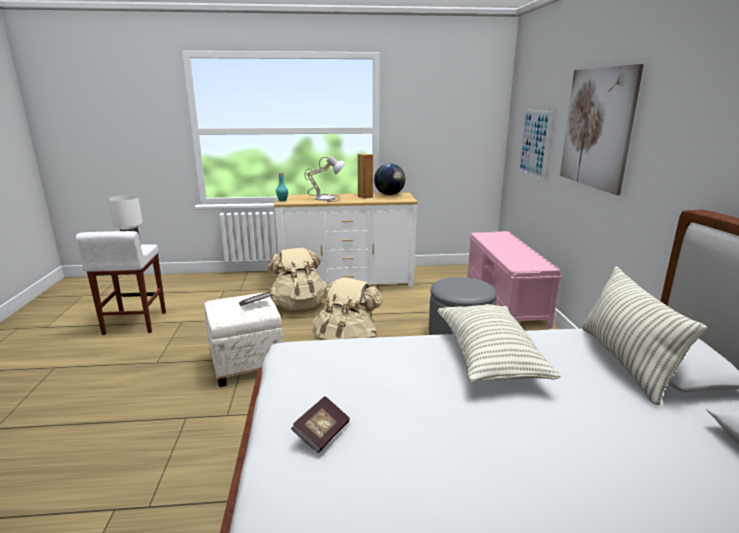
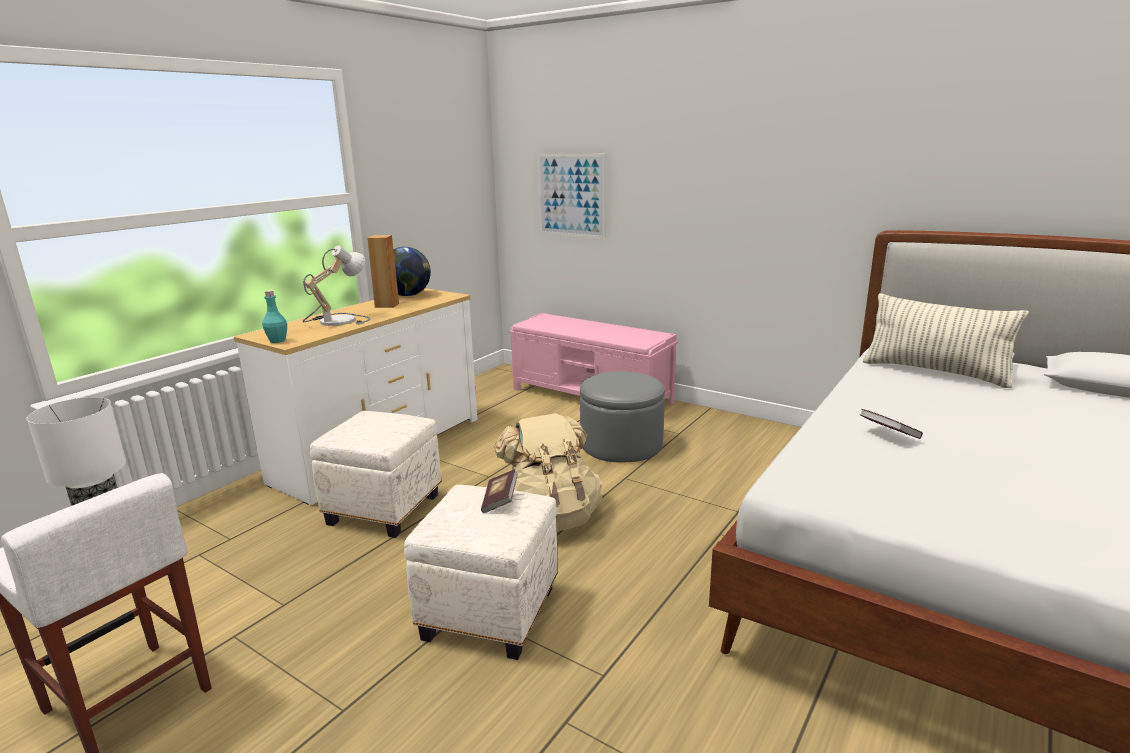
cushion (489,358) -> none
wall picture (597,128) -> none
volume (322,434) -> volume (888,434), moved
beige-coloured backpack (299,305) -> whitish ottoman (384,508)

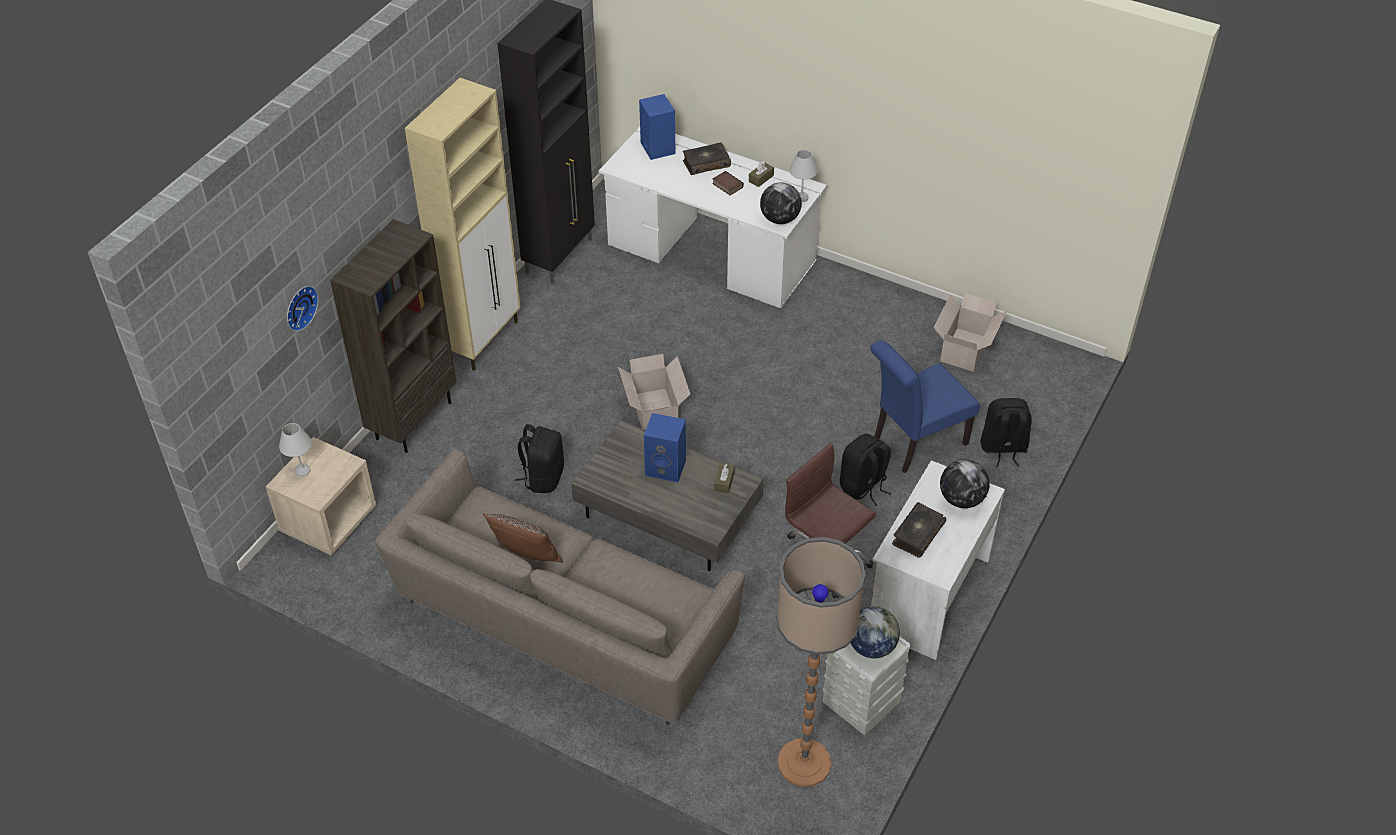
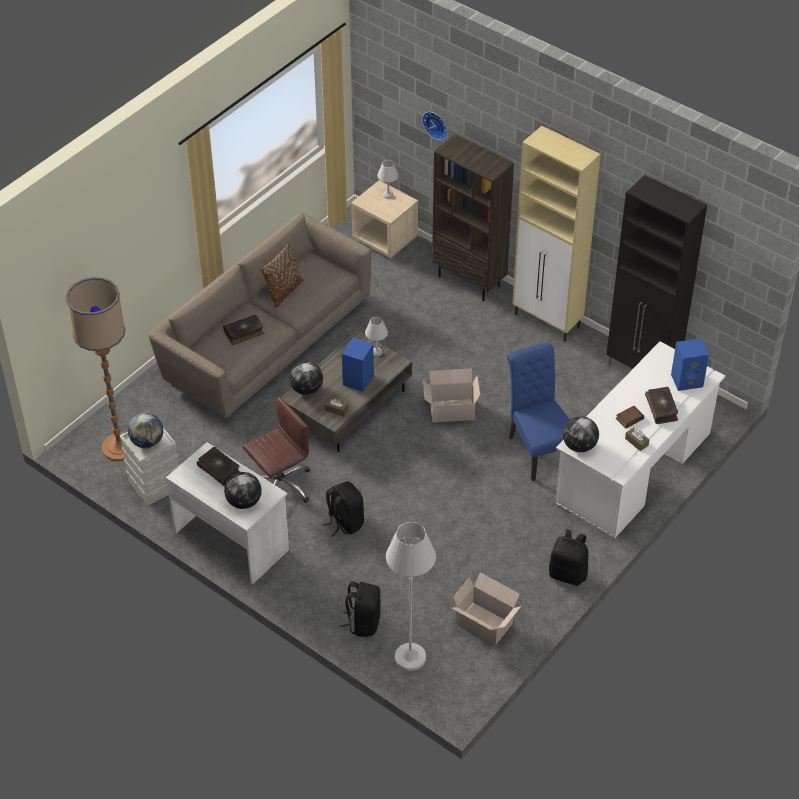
none -> volume (244,333)
none -> world globe (307,389)
none -> whitish standing lamp (410,657)
black-coloured backpack (543,477) -> black-coloured backpack (568,573), moved
whitish table lamp (801,197) -> whitish table lamp (377,352), moved
blue-coloured plain chair (914,443) -> blue-coloured plain chair (538,449), moved

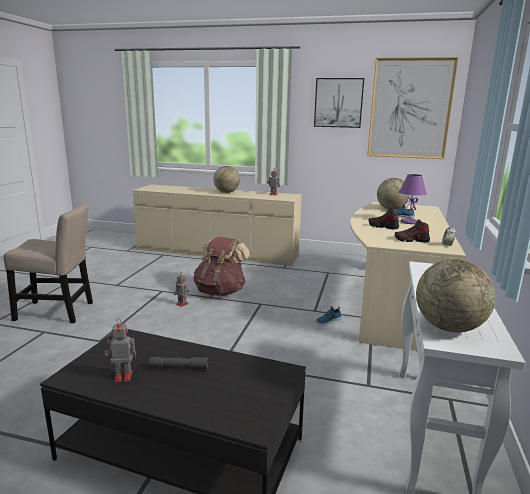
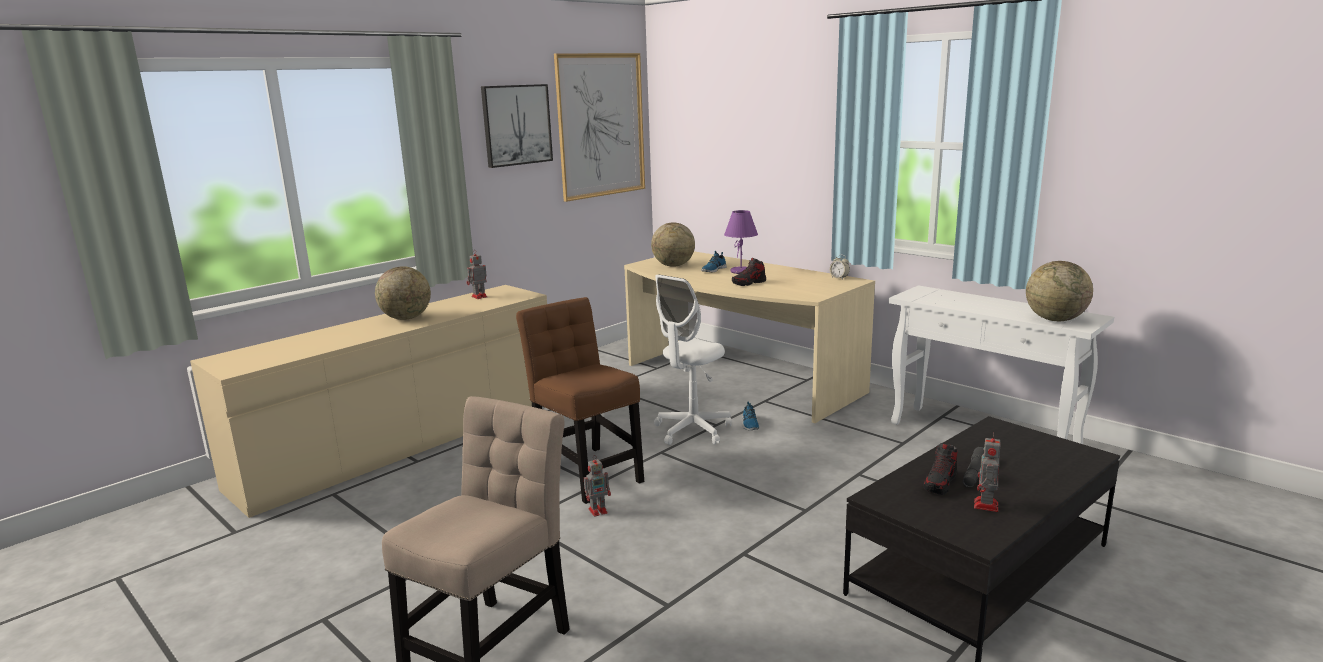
none -> whitish computer chair (692,430)
item of footwear (411,240) -> item of footwear (940,483), moved
brown backpack (220,292) -> brown plain chair (586,472)

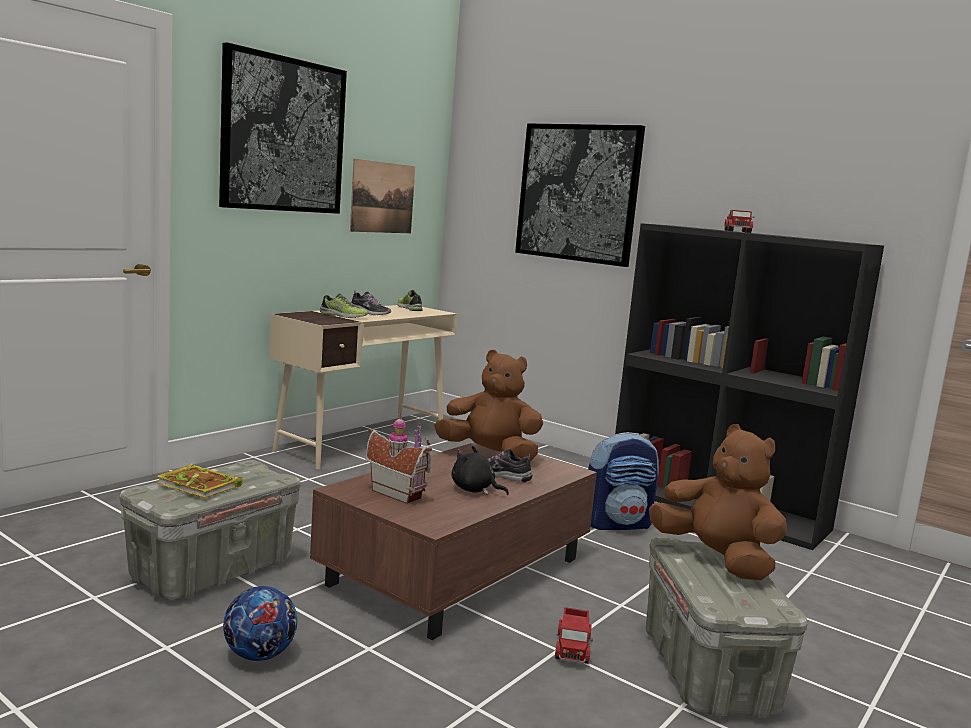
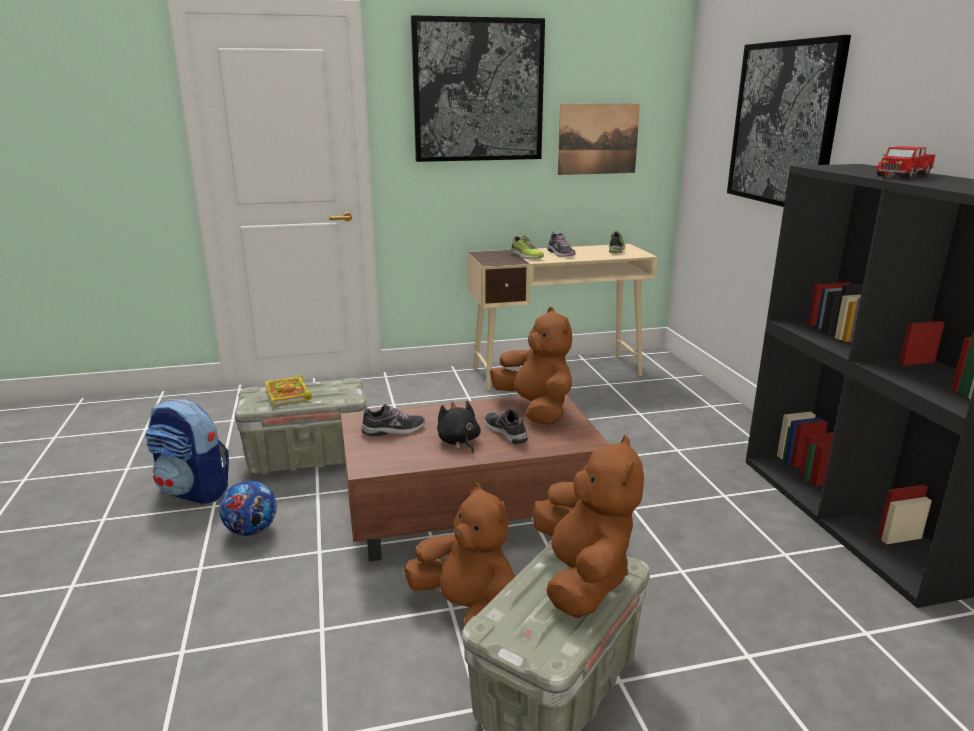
backpack (617,524) -> backpack (194,491), moved
toy house (398,493) -> item of footwear (394,430)
toy truck (573,646) -> brown soft toy (467,610)

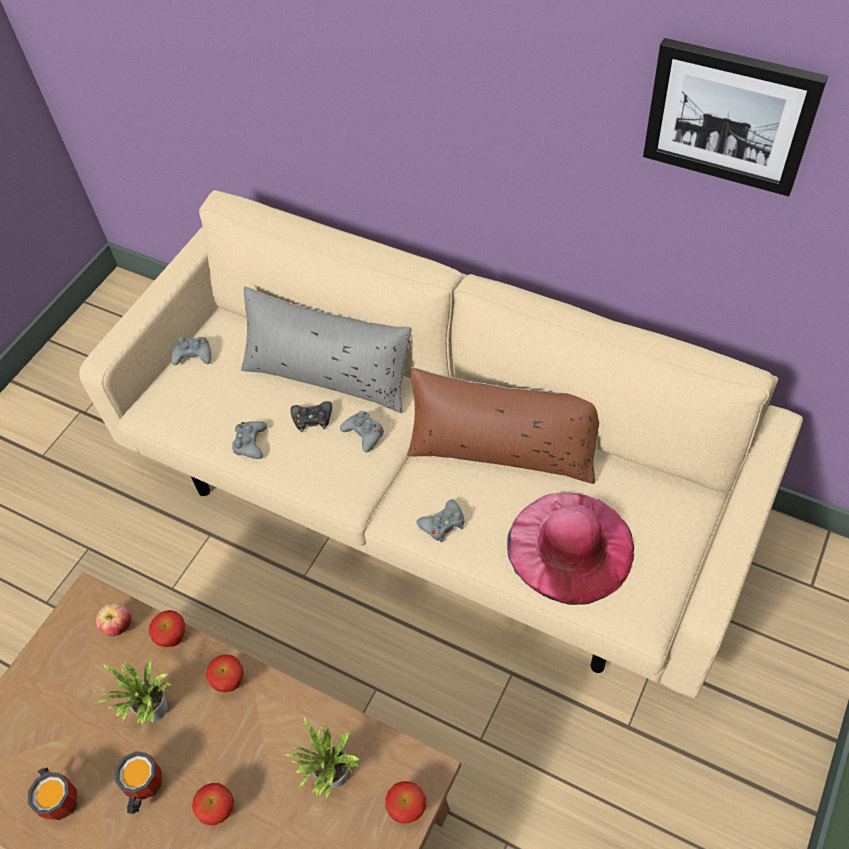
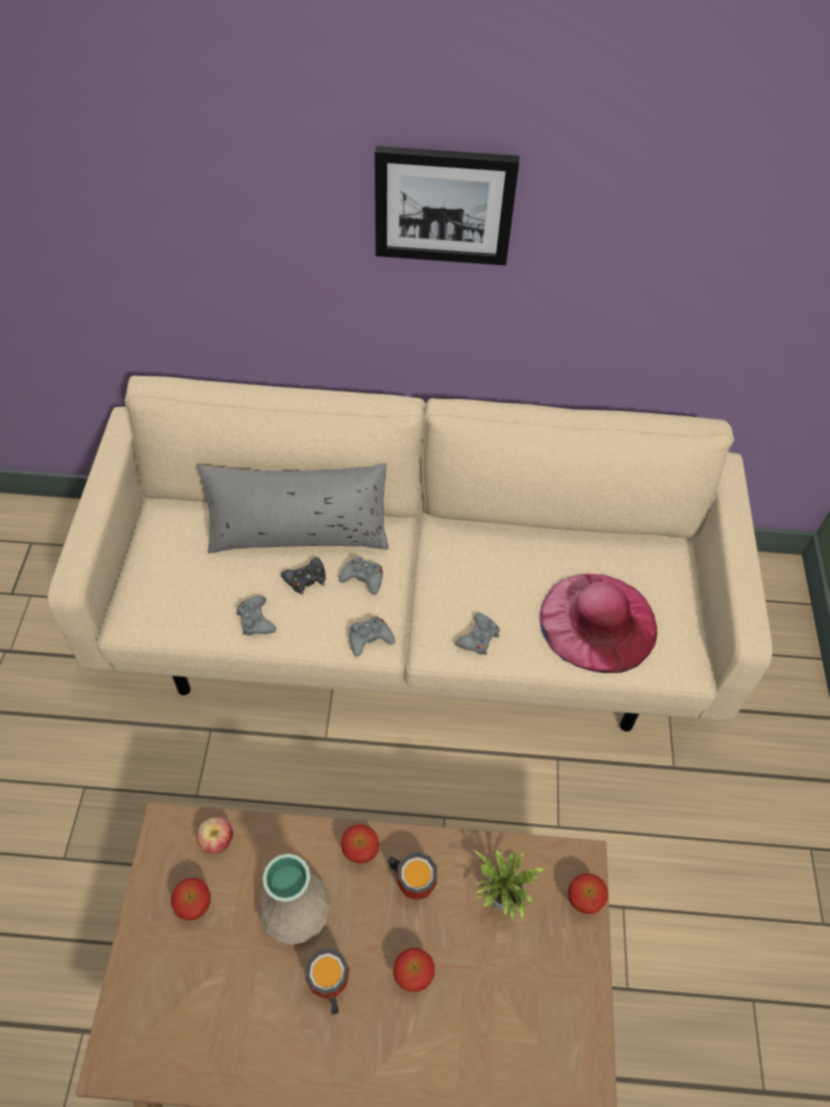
brown cushion (503,449) -> none
mug (64,798) -> mug (412,880), moved
whole apple (174,638) -> whole apple (195,906), moved
greyish gamepad (193,355) -> greyish gamepad (369,638), moved
wall picture (730,116) -> wall picture (444,205), moved
plant in a pot (153,712) -> beige-coloured vase (297,910)

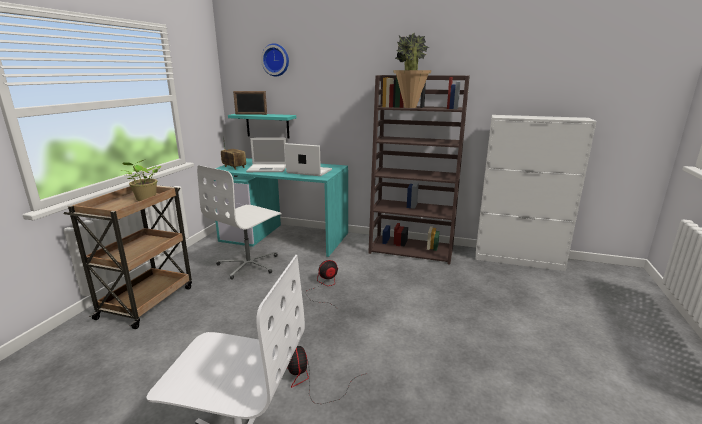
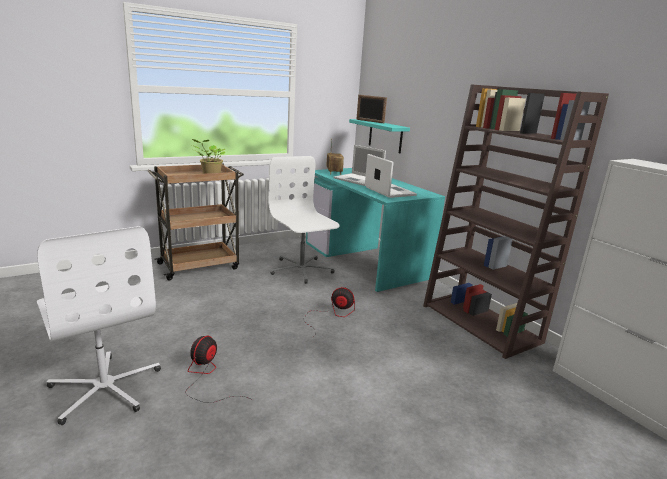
wall clock (276,60) -> none
plant in a pot (410,107) -> none
whitish computer chair (249,264) -> whitish computer chair (301,270), 75 degrees clockwise

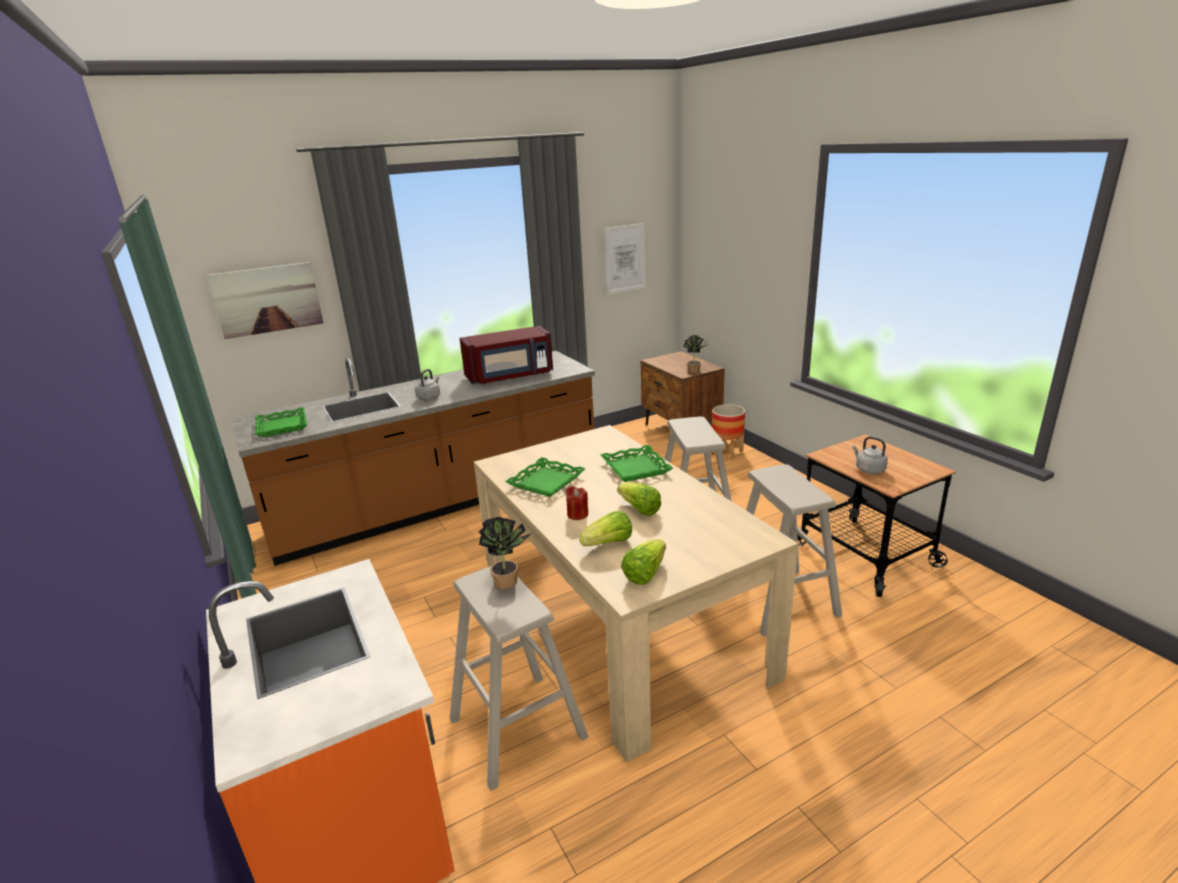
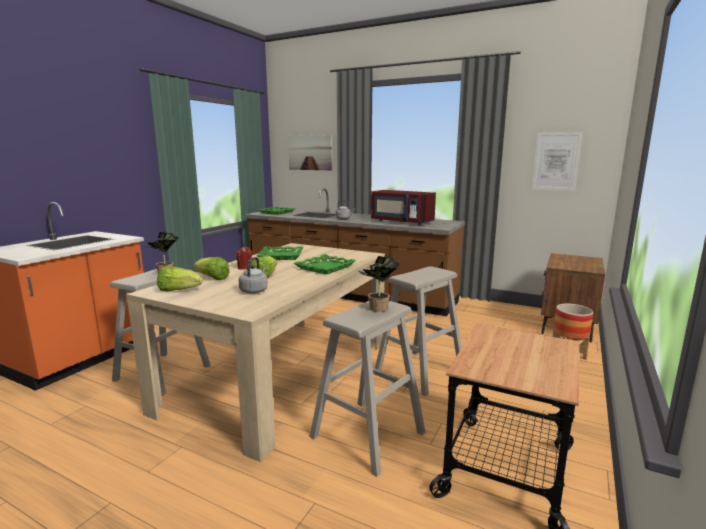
plant in a pot (695,371) -> plant in a pot (378,309), moved
greyish water kettle (868,469) -> greyish water kettle (254,290), moved

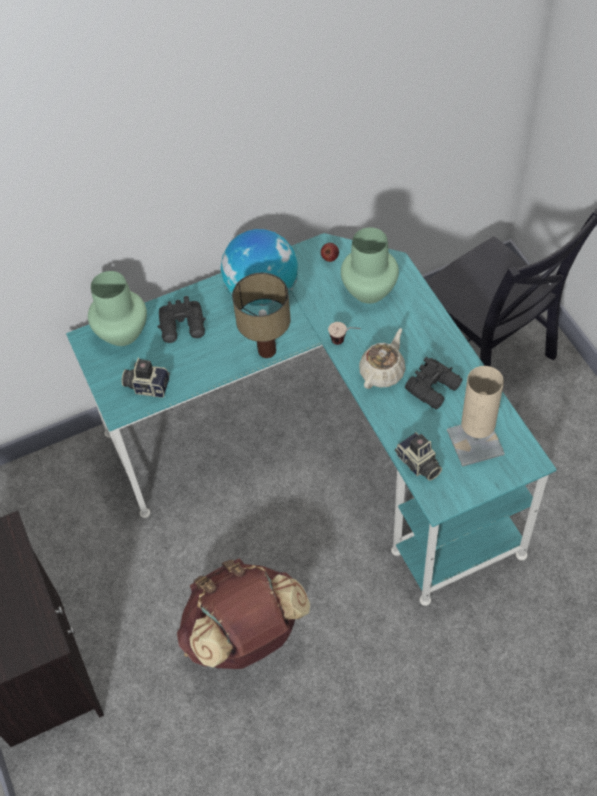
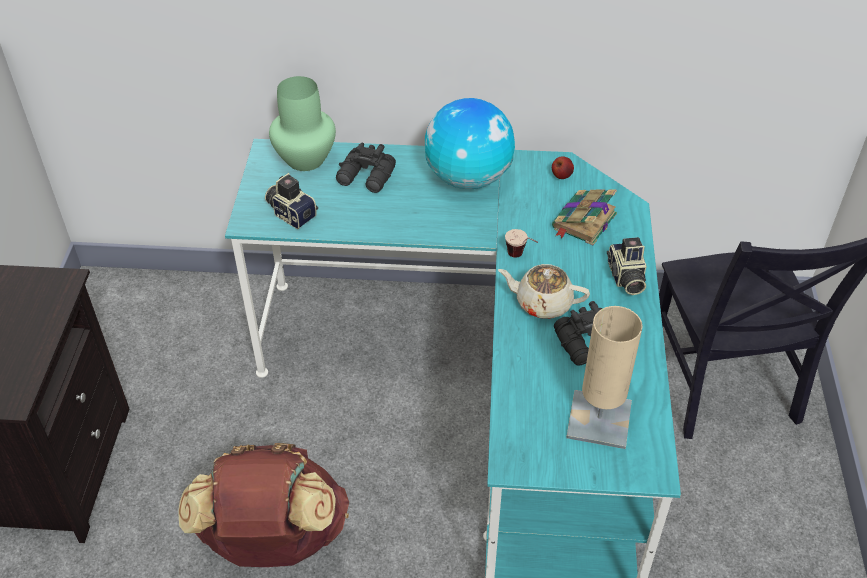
table lamp (268,350) -> none
still camera (418,464) -> still camera (625,278), moved
green-coloured vase (370,291) -> volume (583,222)
beige-coloured pot for tea (383,372) -> beige-coloured pot for tea (542,303), 135 degrees counterclockwise

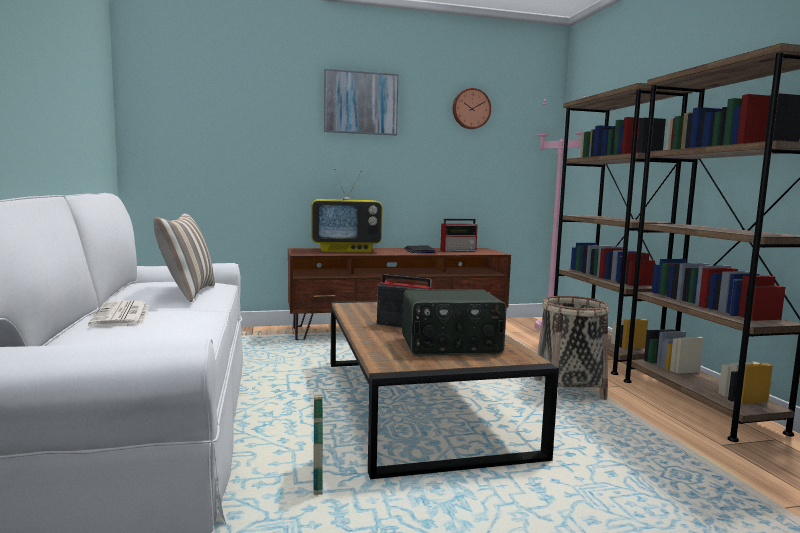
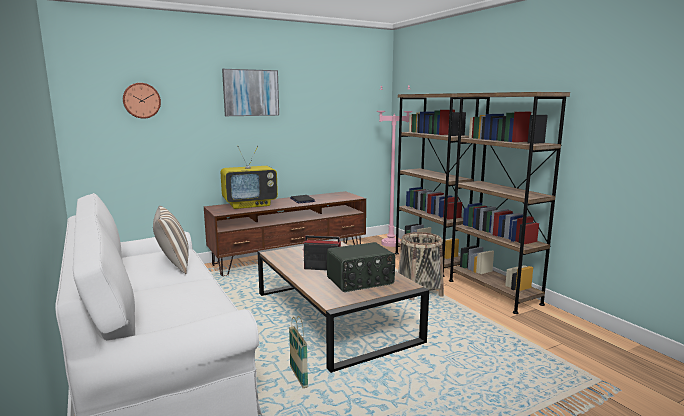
printed paper (122,316) -> none
radio (459,250) -> none
wall clock (471,109) -> wall clock (141,100), moved

